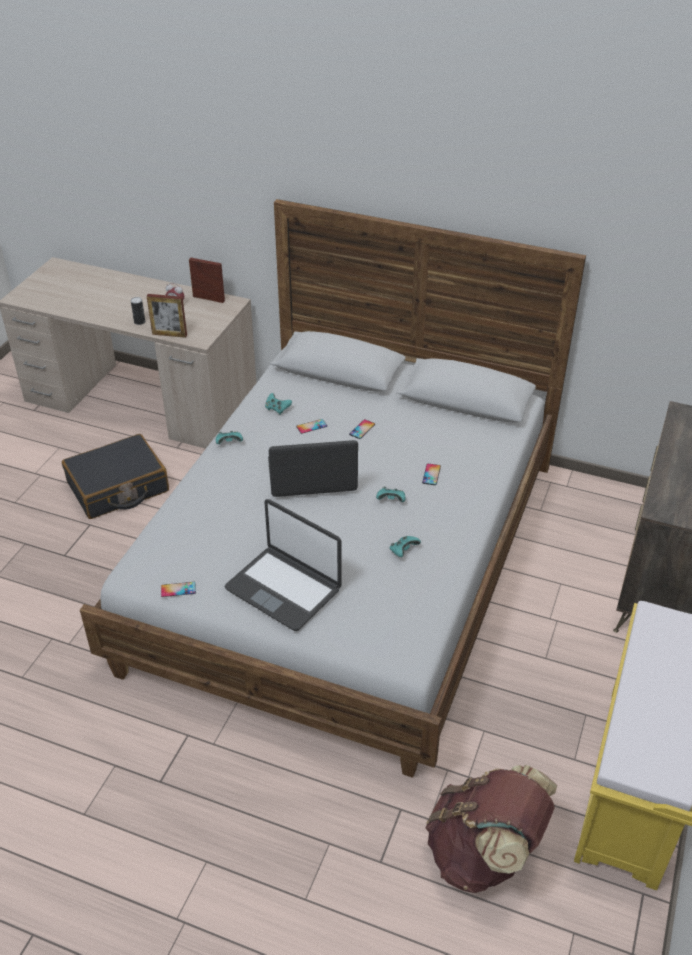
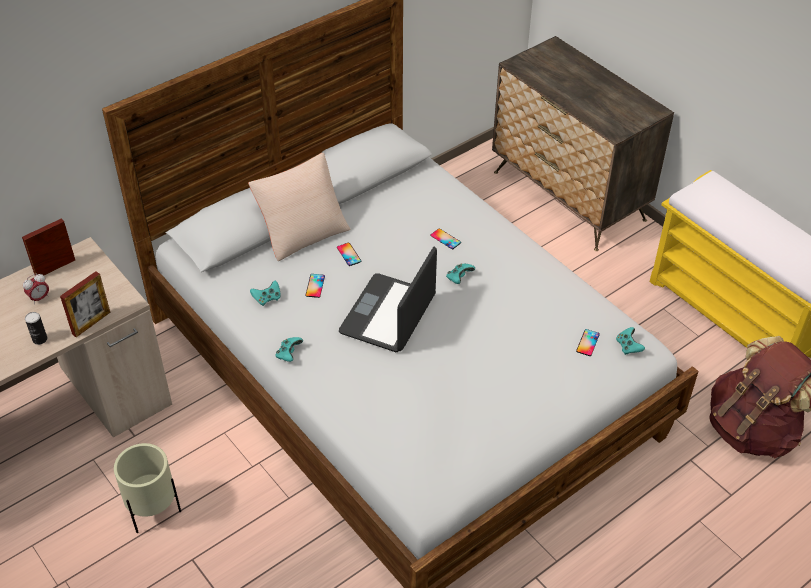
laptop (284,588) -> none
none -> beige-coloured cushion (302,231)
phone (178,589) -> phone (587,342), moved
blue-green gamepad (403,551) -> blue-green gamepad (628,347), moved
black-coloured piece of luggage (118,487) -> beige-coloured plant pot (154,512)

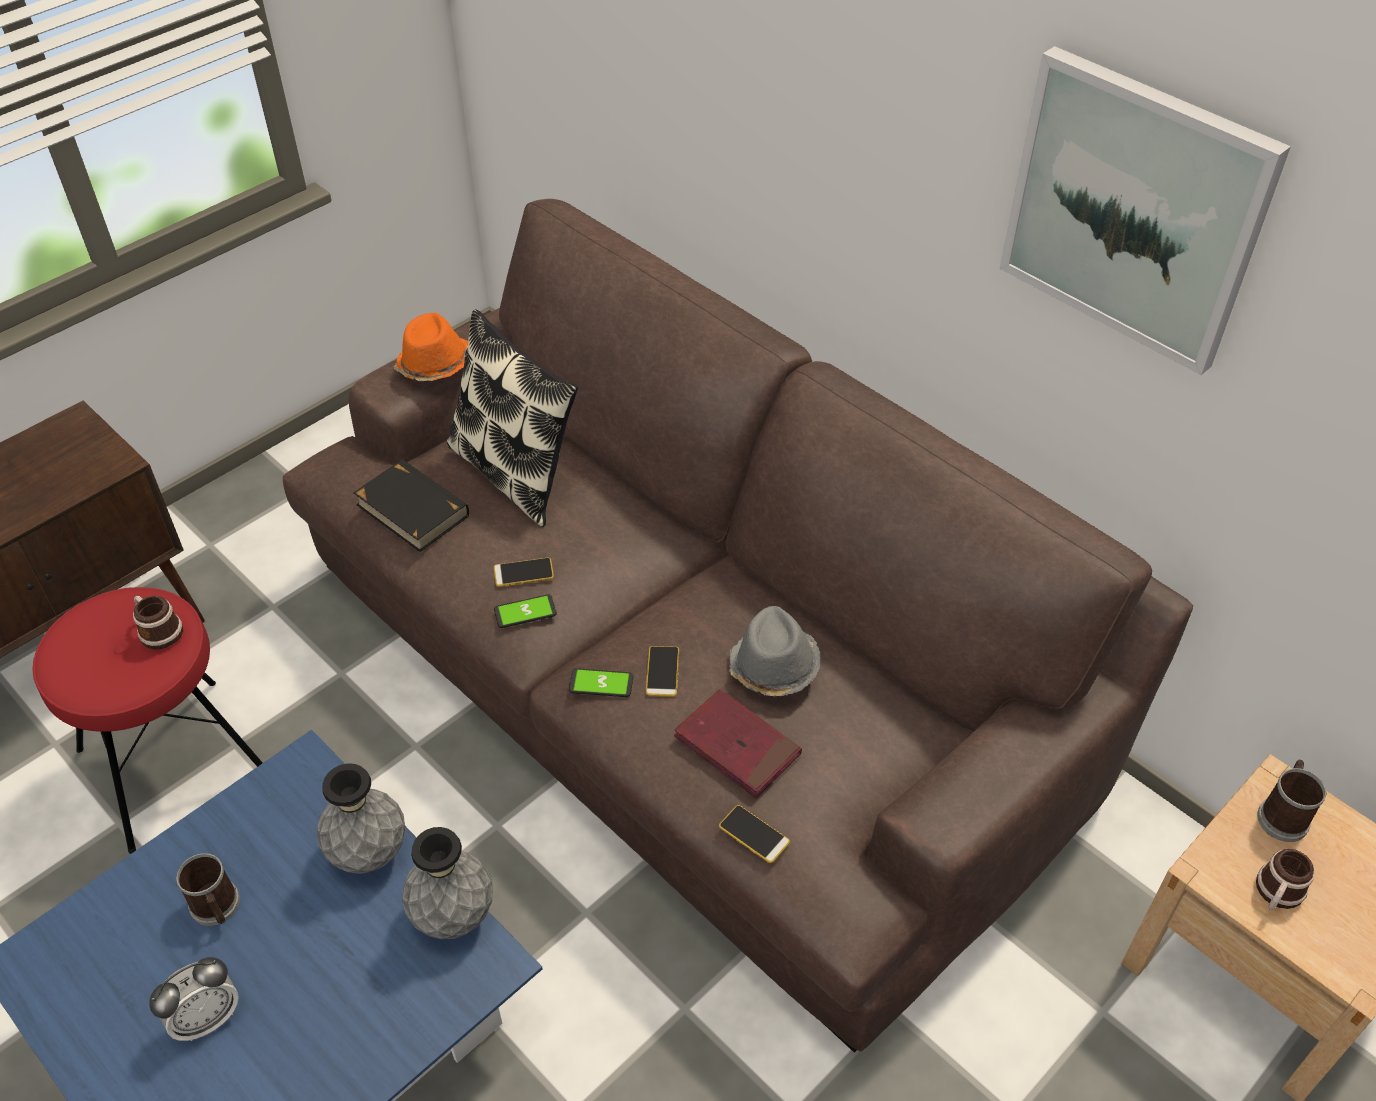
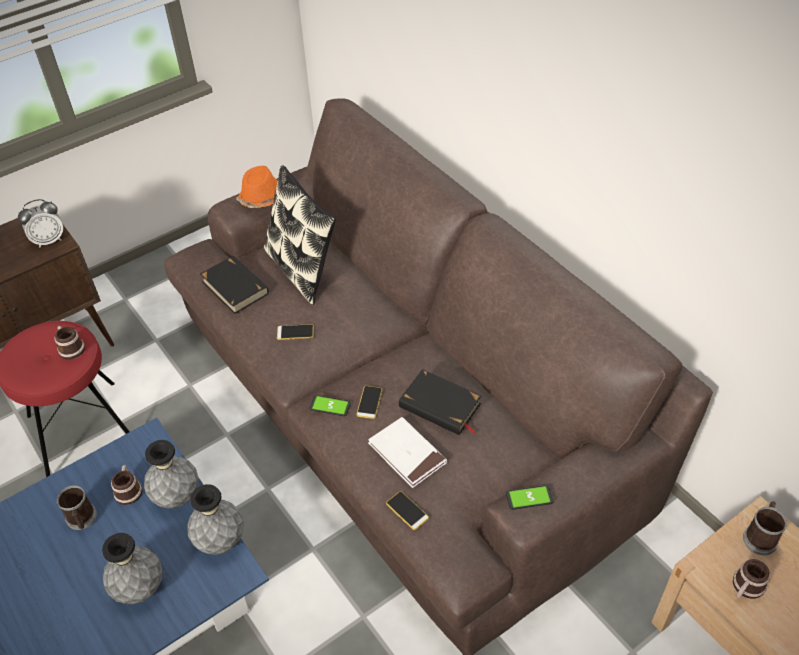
wall picture (1135,210) -> none
none -> greyish vase (140,588)
none -> mug (129,490)
alarm clock (207,1018) -> alarm clock (49,240), moved
phone (525,612) -> phone (529,498), moved
greyish clothing hat (773,667) -> black-coloured volume (440,406)
reddish volume (737,746) -> whitish volume (407,454)

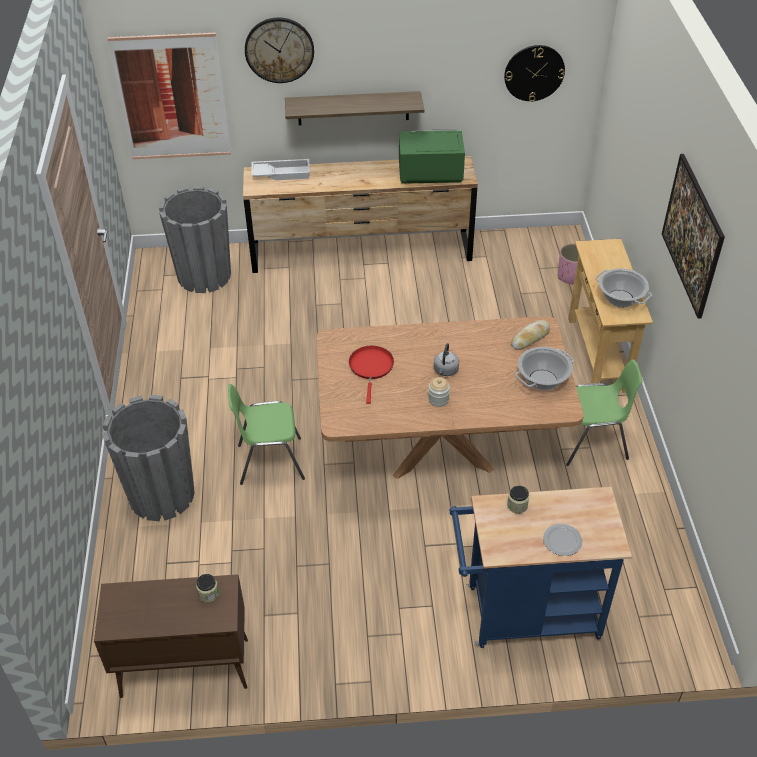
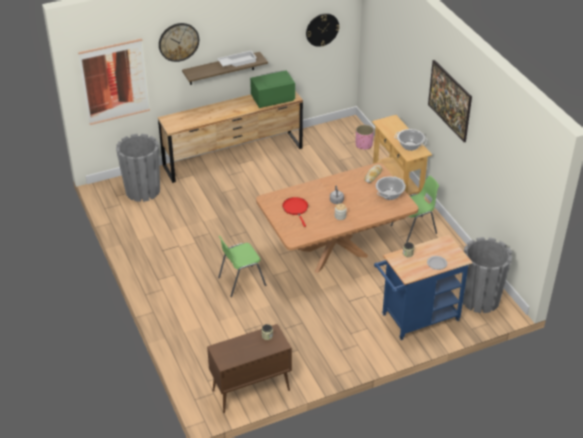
greyish plant pot (162,495) -> greyish plant pot (480,299), moved
whitish carrying tray (281,173) -> whitish carrying tray (237,62), moved

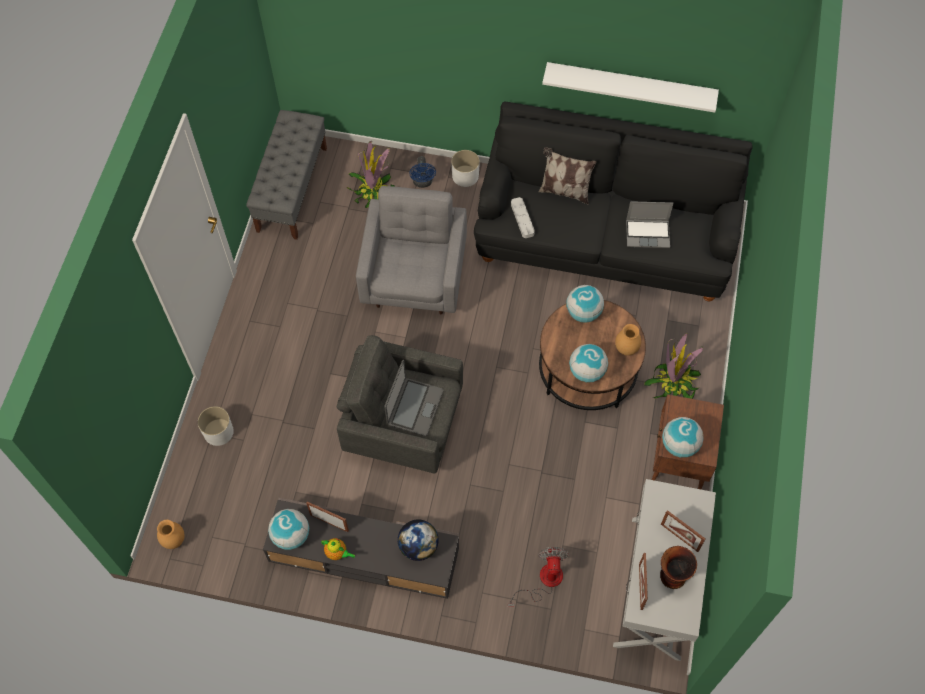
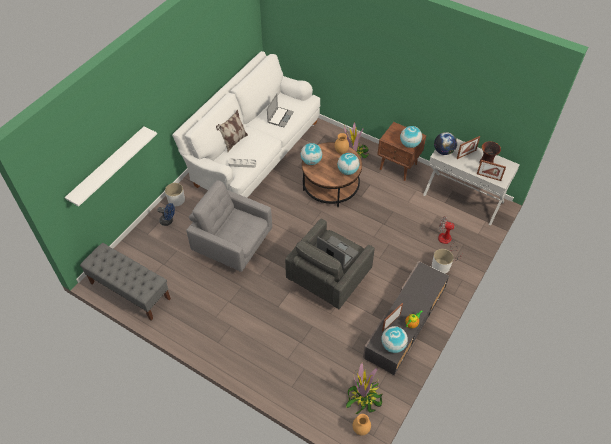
whitish plant pot (218,432) -> whitish plant pot (440,266), moved
plant in a pot (373,192) -> plant in a pot (363,397), moved
world globe (418,546) -> world globe (443,151), moved
whitish wall shelf (630,85) -> whitish wall shelf (108,166), moved
black-coloured settee (604,239) -> whitish settee (254,153)

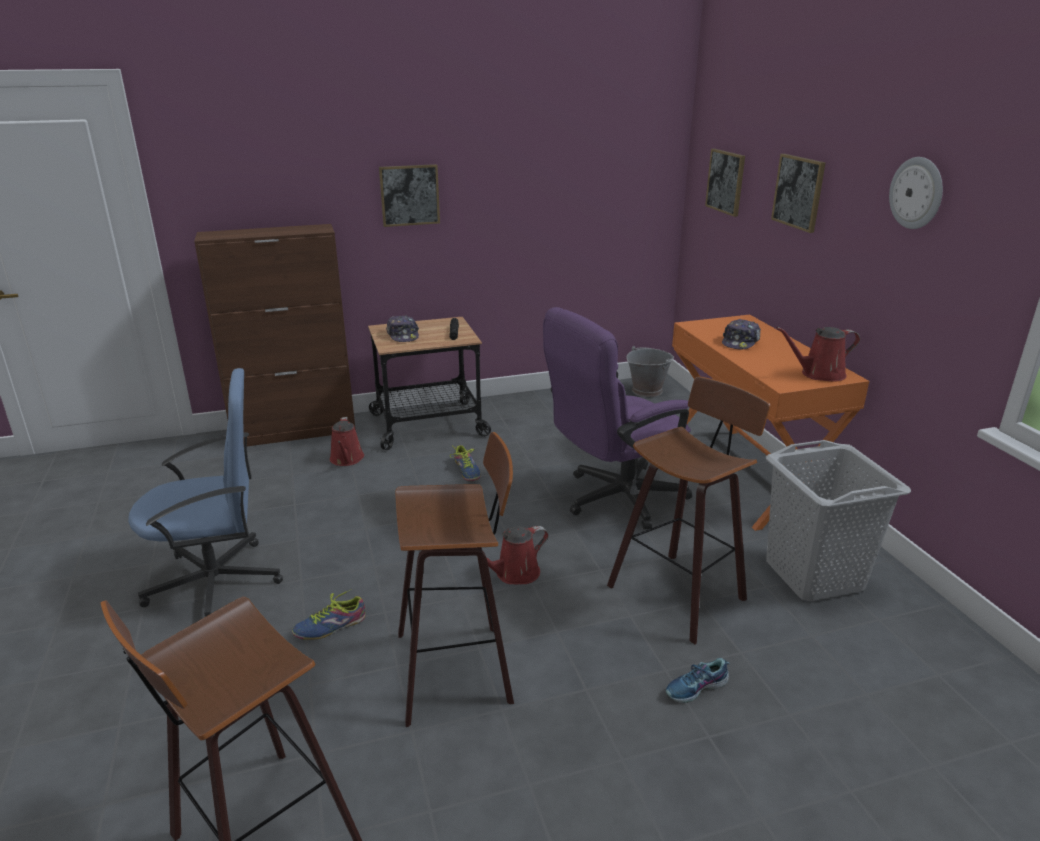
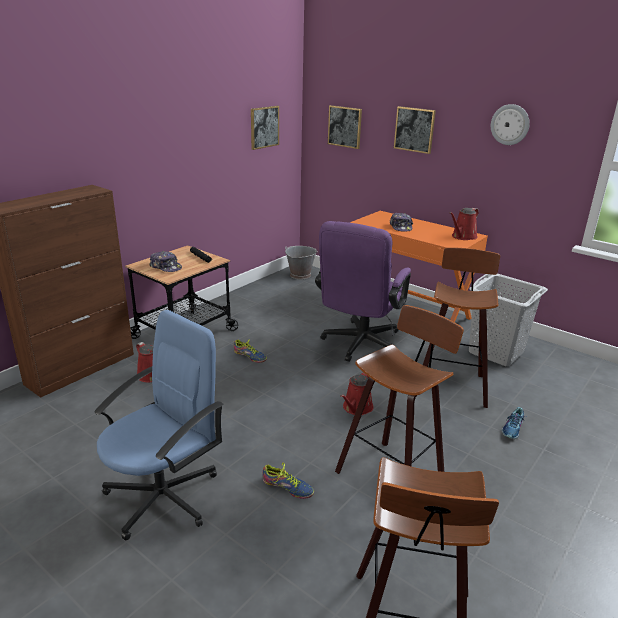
wall picture (409,195) -> wall picture (264,127), moved
item of footwear (331,626) -> item of footwear (287,487), 90 degrees counterclockwise

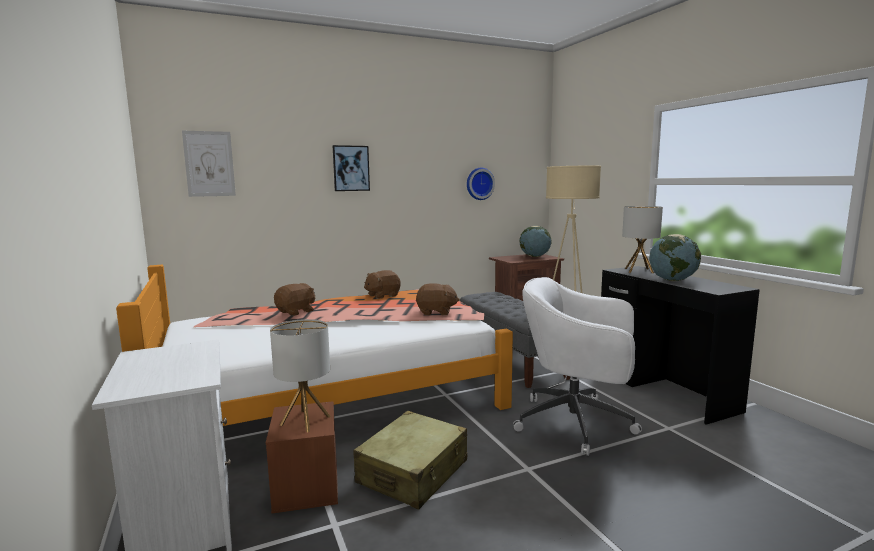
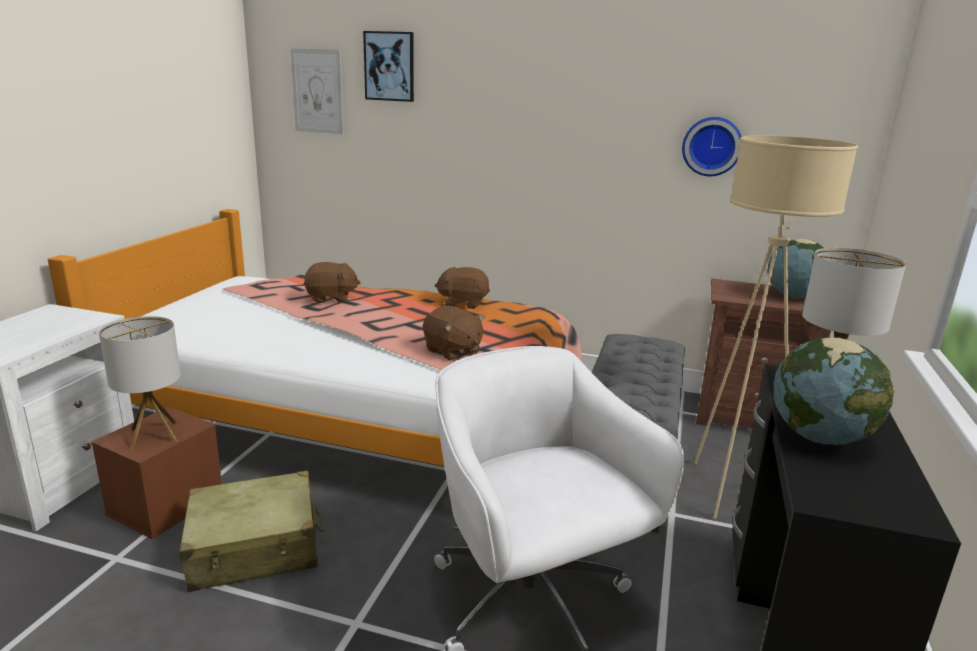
wall picture (351,168) -> wall picture (389,66), moved

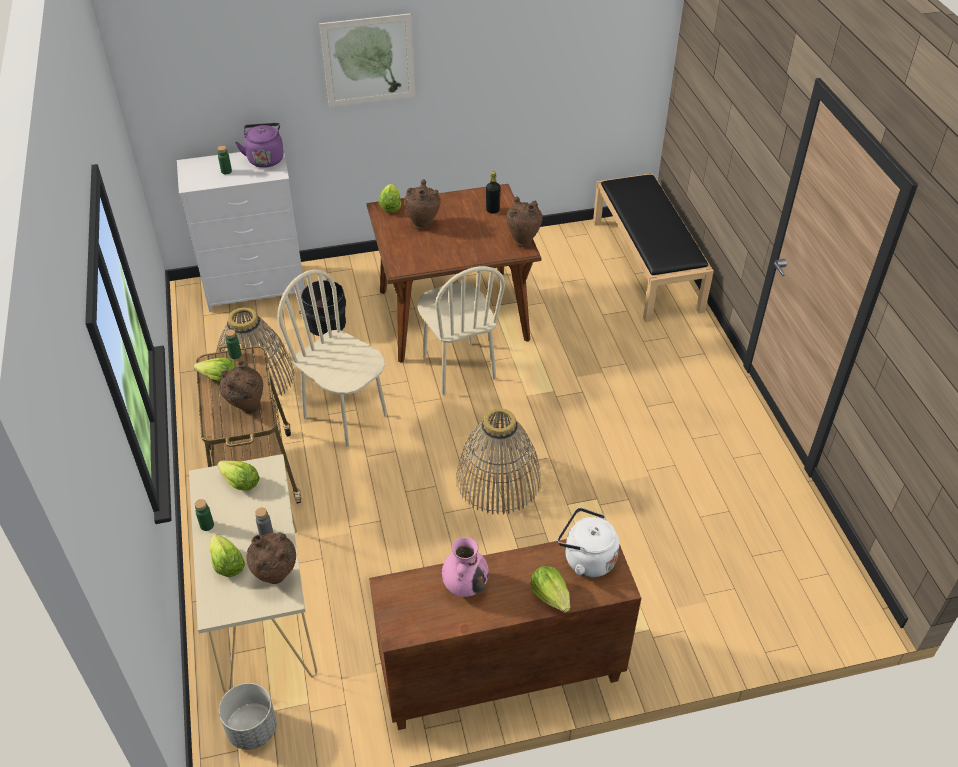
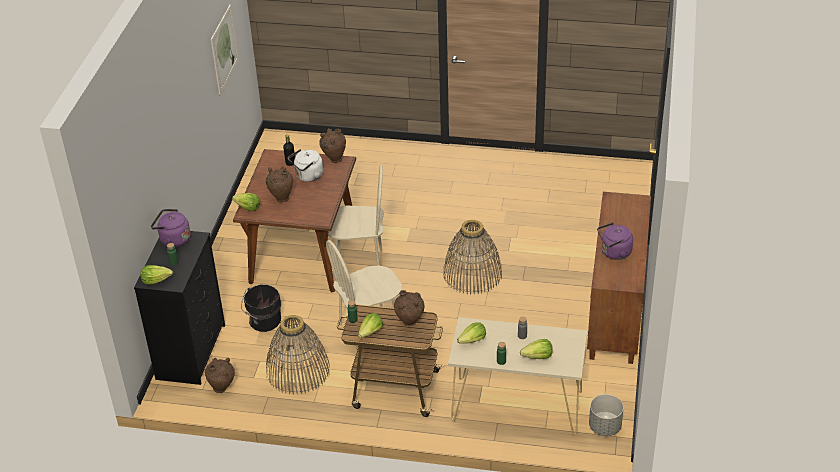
black-coloured bench (647,265) -> none
brown vase (276,578) -> brown vase (222,388), moved
wall picture (369,60) -> wall picture (224,49), moved
head of lettuce (551,596) -> head of lettuce (156,280), moved
whitish water kettle (586,559) -> whitish water kettle (307,176), moved
pink vase (465,585) -> purplish water kettle (614,253)
whitish chest of drawers (257,287) -> black-coloured chest of drawers (191,351)

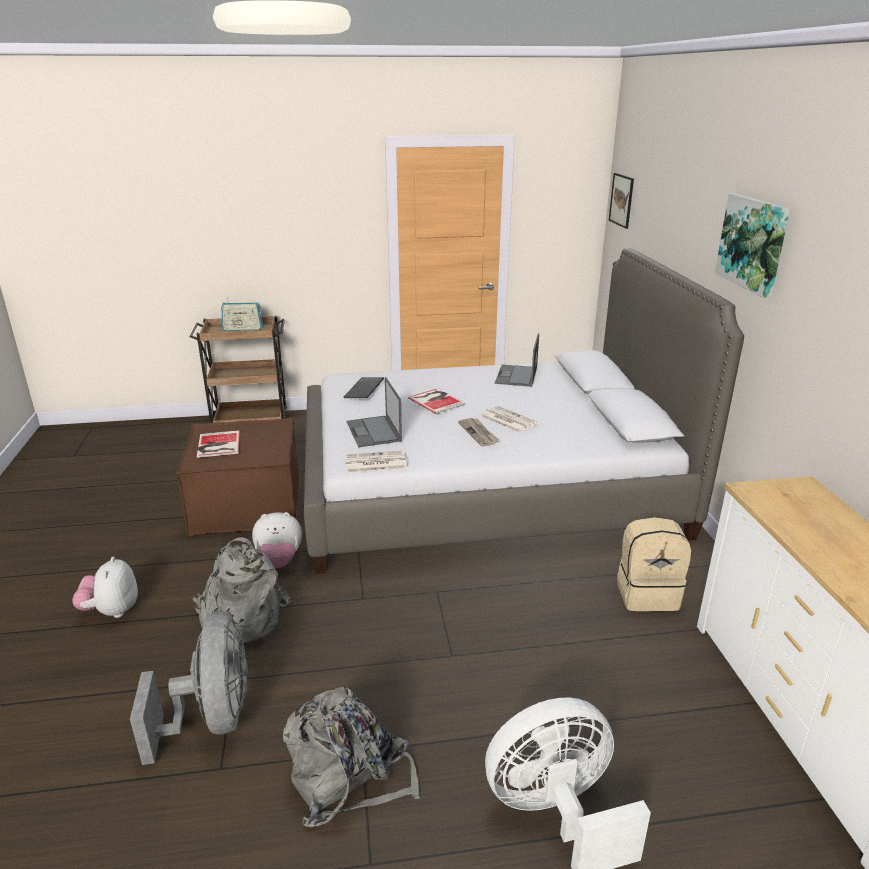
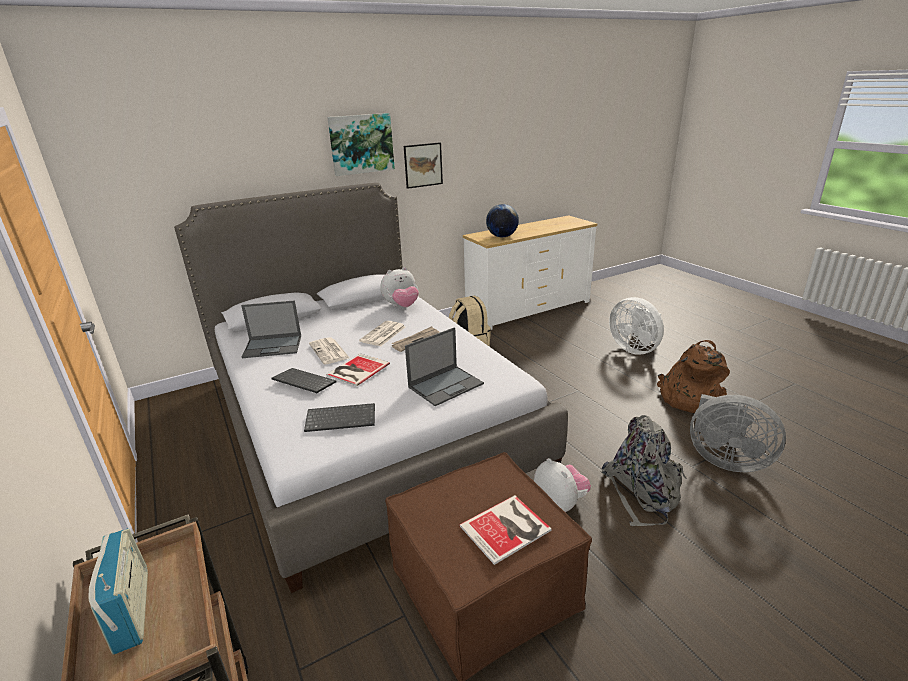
none -> PC keyboard (302,382)
none -> world globe (502,236)
soft toy (112,611) -> soft toy (401,306), moved
printed paper (374,463) -> printed paper (329,351), moved
wall picture (621,200) -> wall picture (423,165), moved
greyish backpack (349,778) -> brown backpack (688,398)
greyish electric fan (213,719) -> greyish electric fan (724,459), 120 degrees counterclockwise

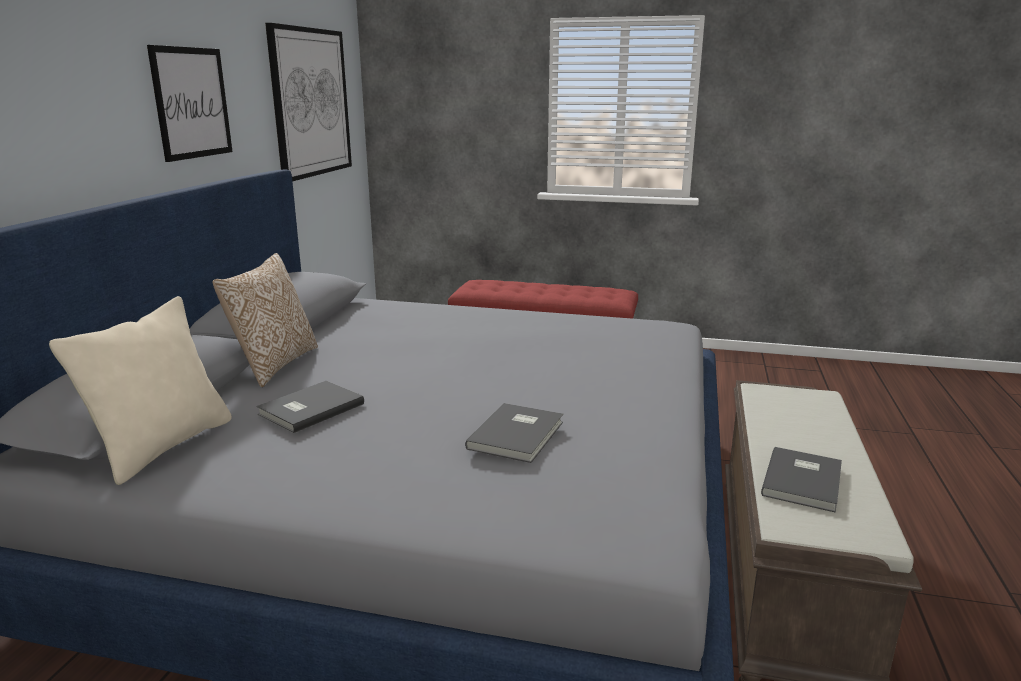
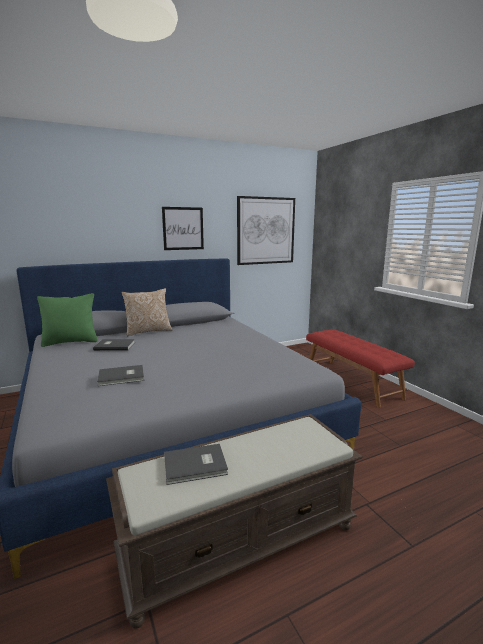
beige-coloured cushion (163,446) -> green-coloured cushion (70,342)

